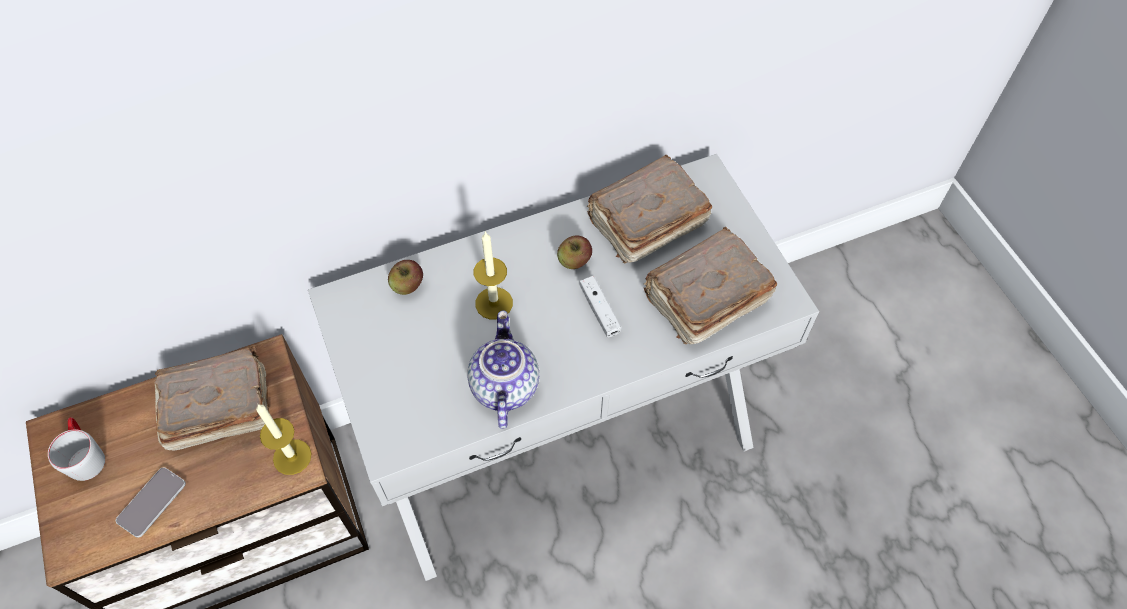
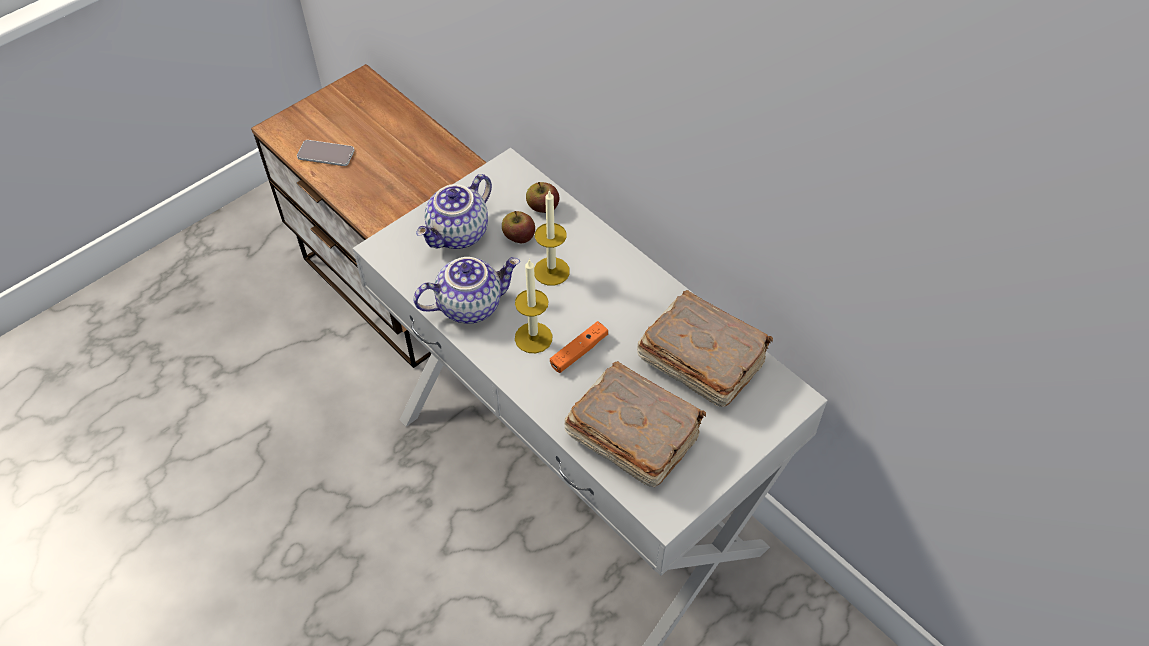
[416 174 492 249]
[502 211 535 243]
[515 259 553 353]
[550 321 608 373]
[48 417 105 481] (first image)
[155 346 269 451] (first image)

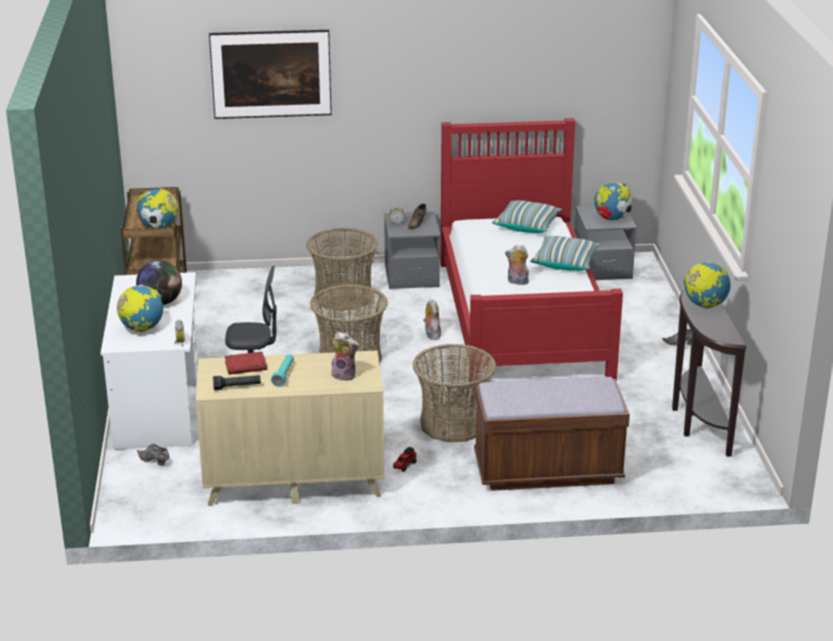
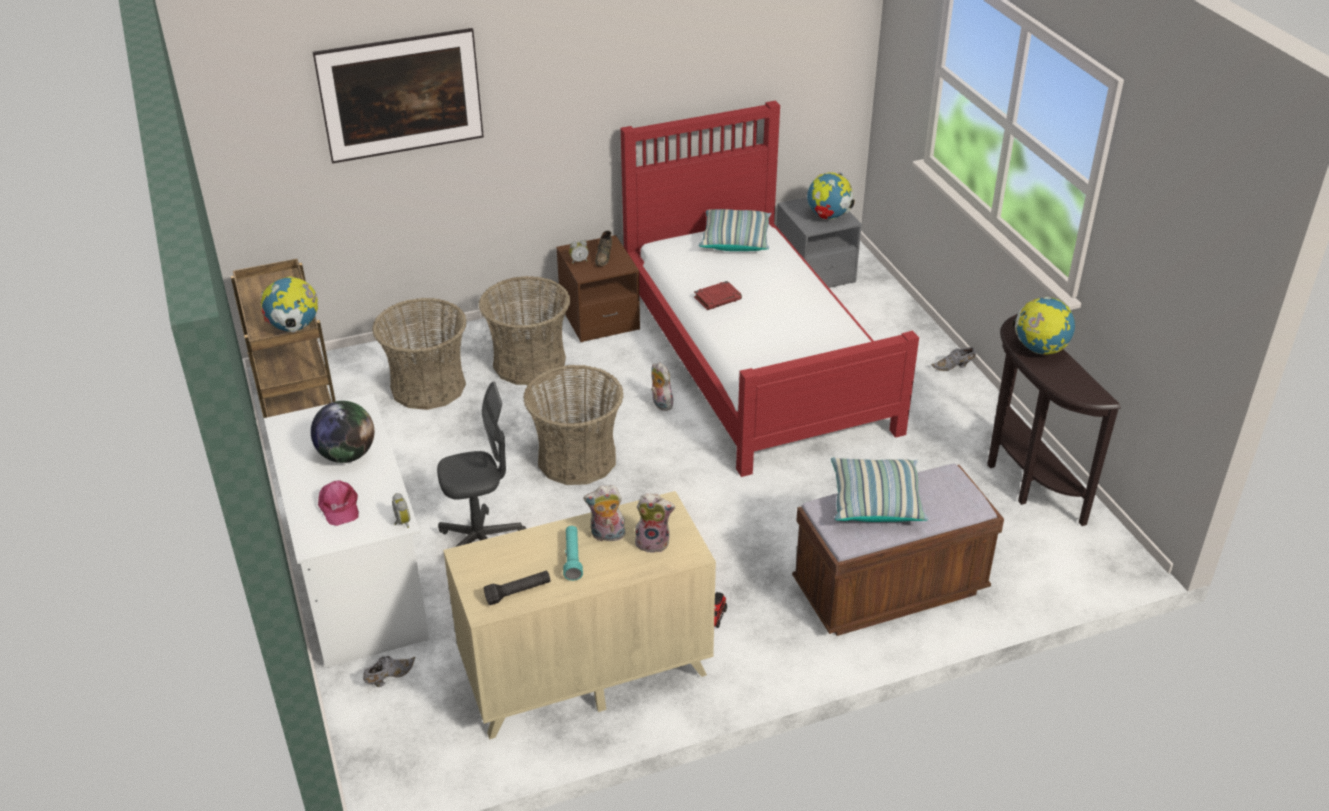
[318 480 359 526]
[363 656 415 687]
[372 298 467 410]
[556 235 640 342]
[583 485 626 542]
[694 281 742 310]
[831 458 928 522]

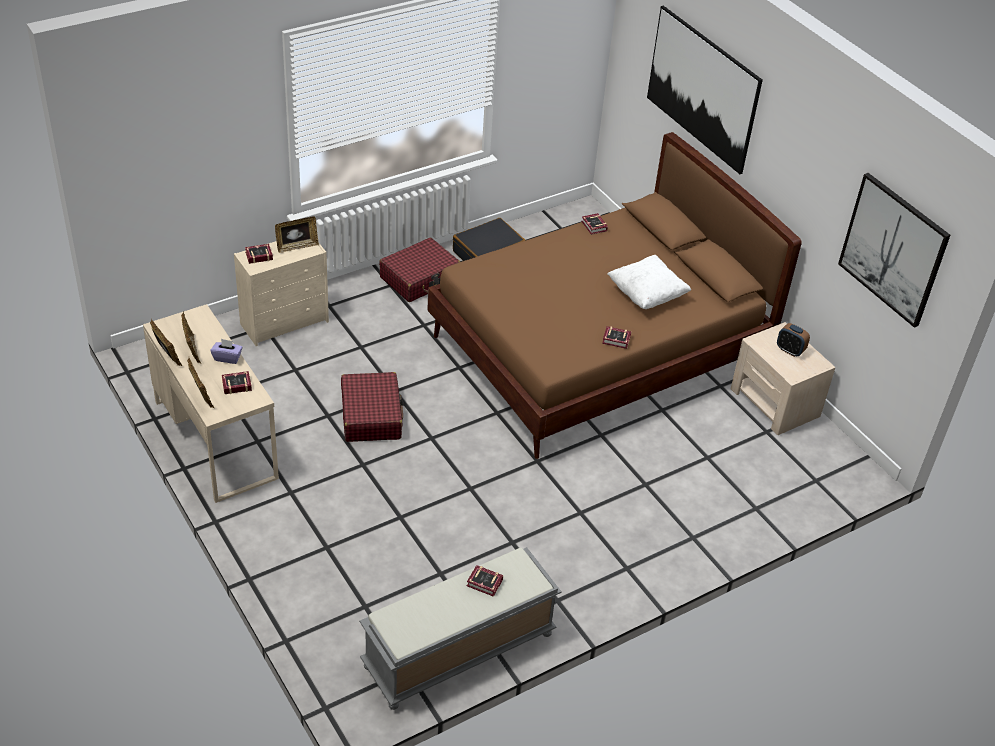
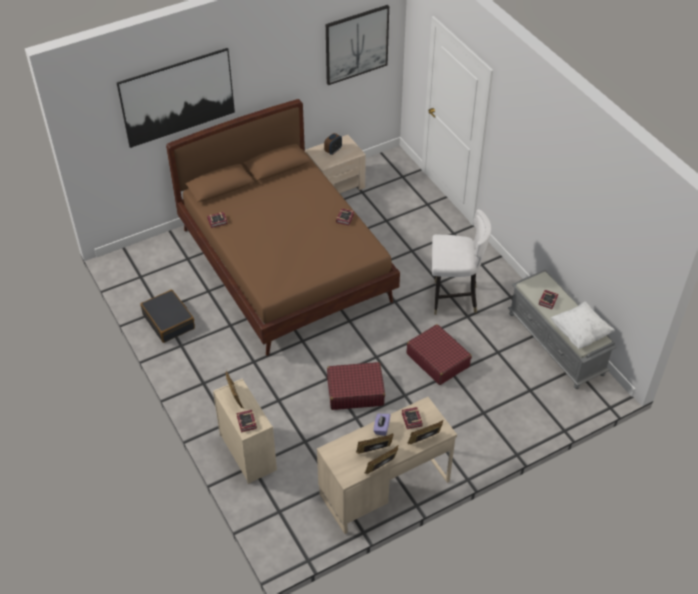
[407 324 472 385]
[432 209 491 315]
[550 301 615 349]

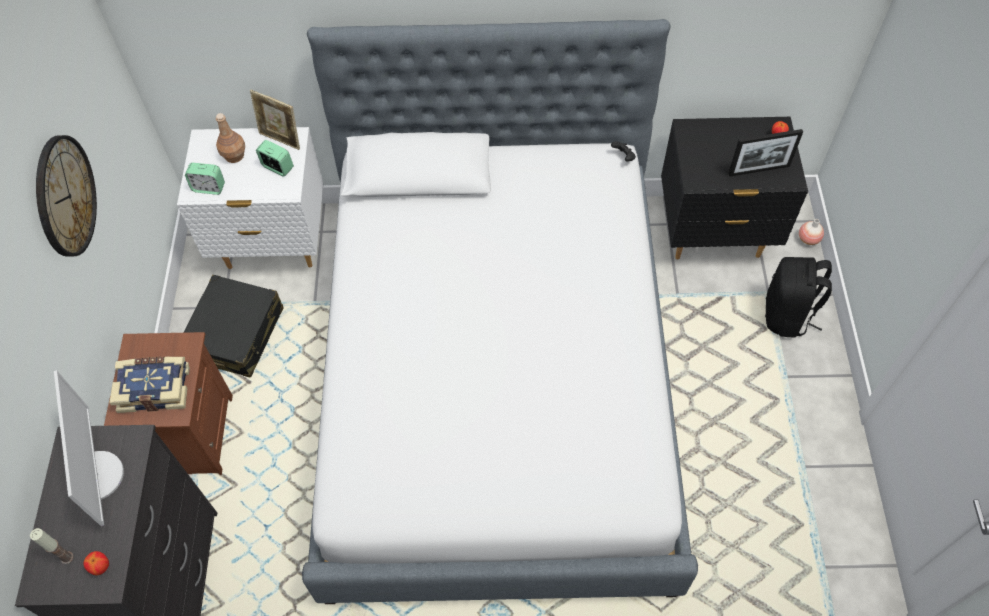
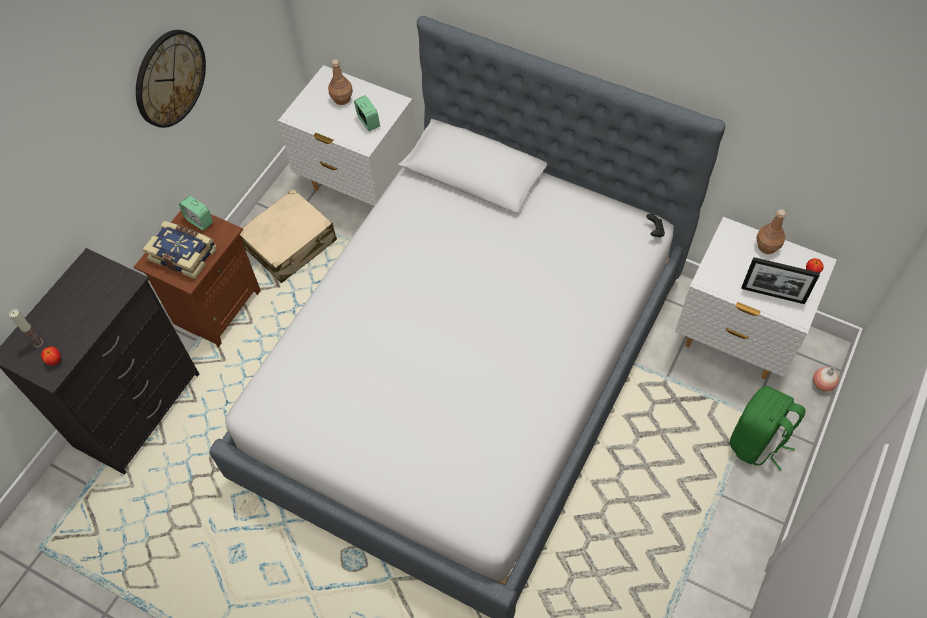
[179 195 213 231]
[240 189 337 283]
[675 217 836 379]
[730 386 806 470]
[757 209 786 254]
[54 370 124 526] (first image)
[250 90 300 150] (first image)

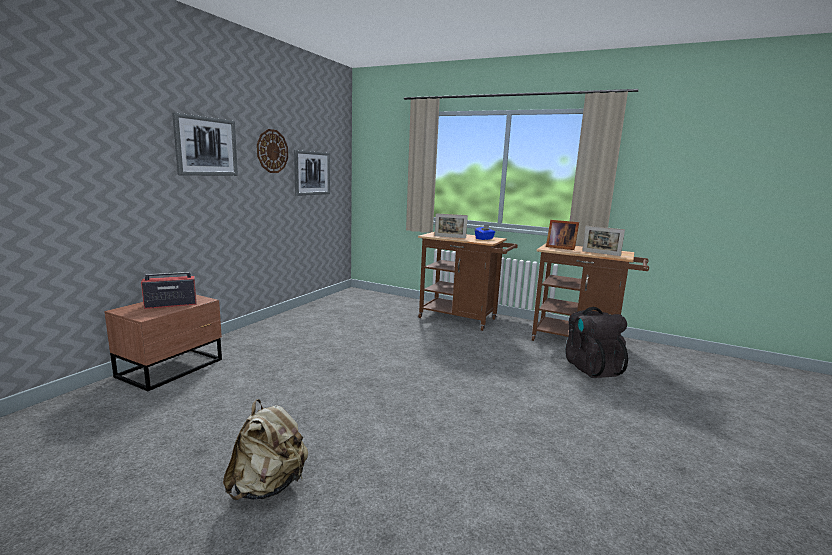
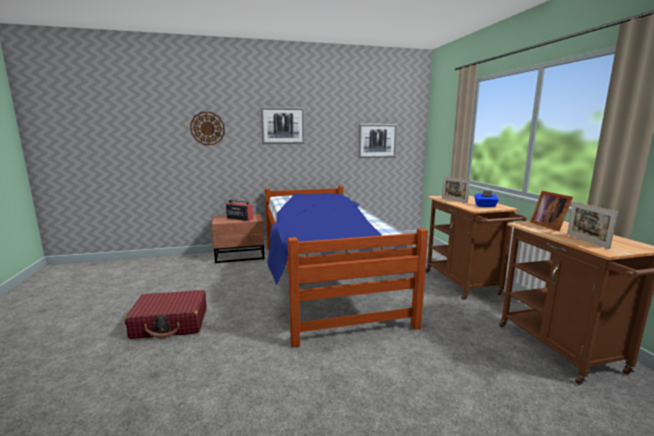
[125 290 207 339]
[190 112 225 145]
[265 186 428 348]
[565 307 628 378] (first image)

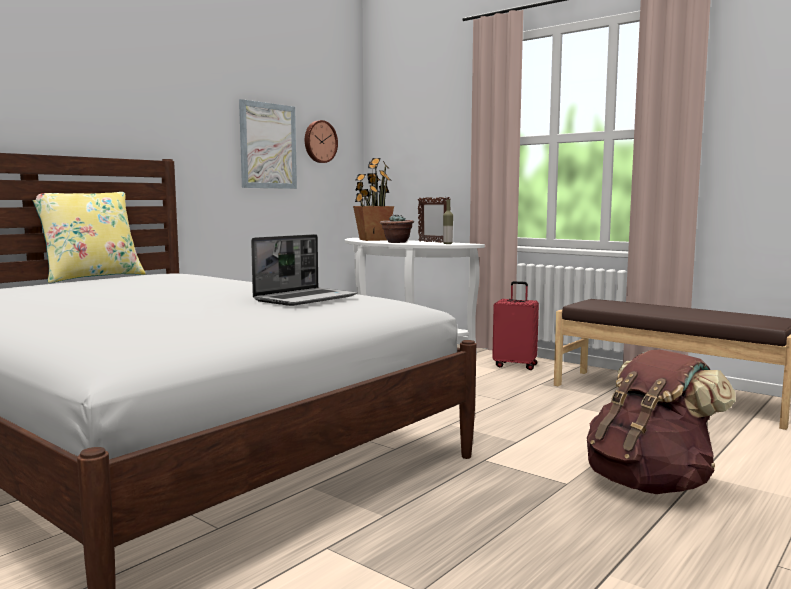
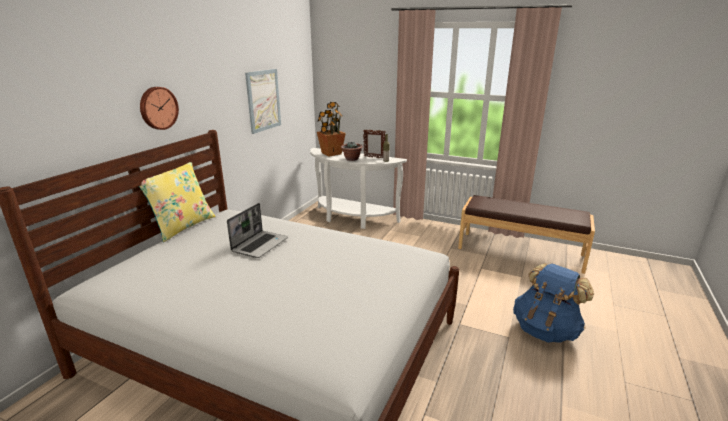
[140 87 179 130]
[227 203 288 258]
[513 263 594 343]
[492 281 539 370] (first image)

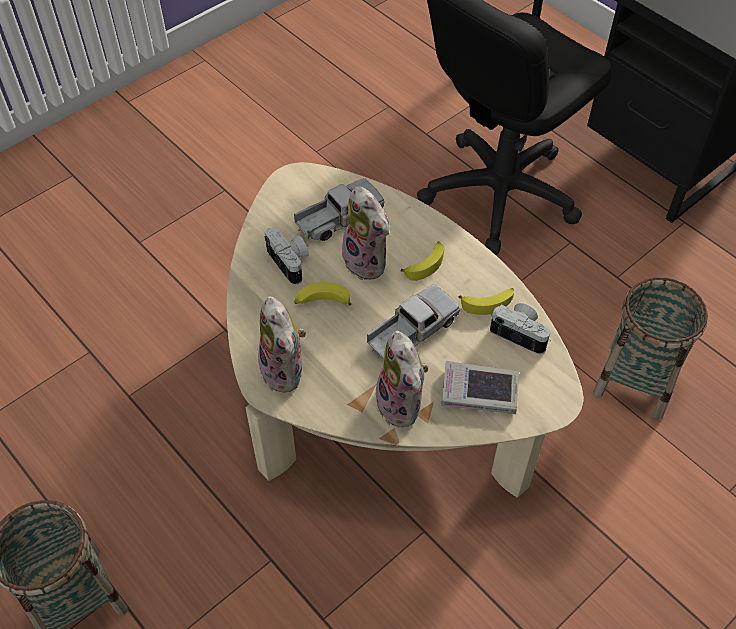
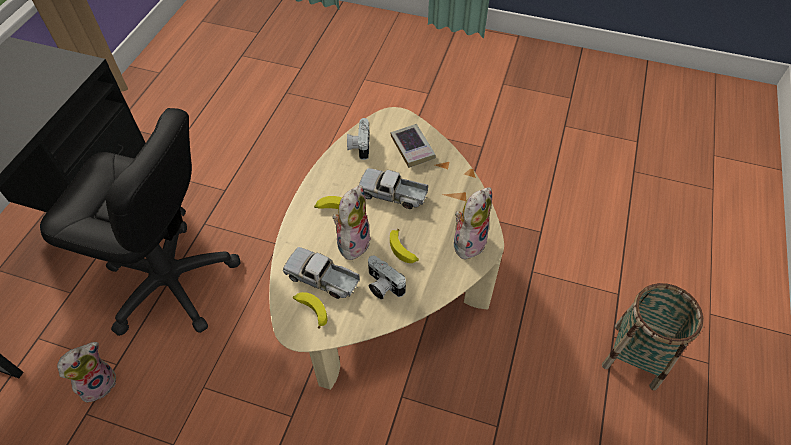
[57 342 116 402]
[293 292 327 329]
[368 256 406 299]
[593 277 708 420] (first image)

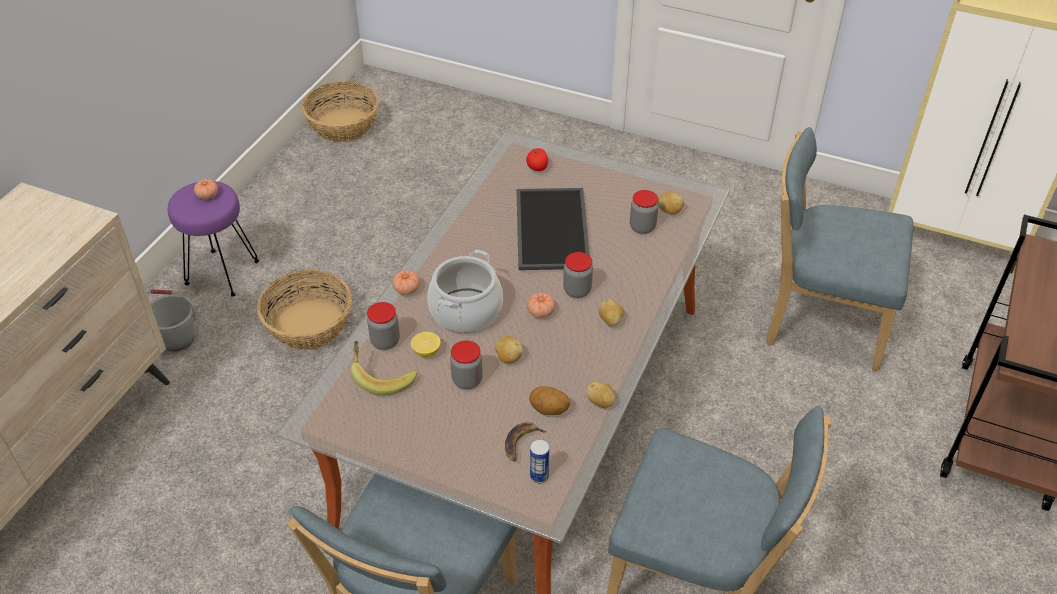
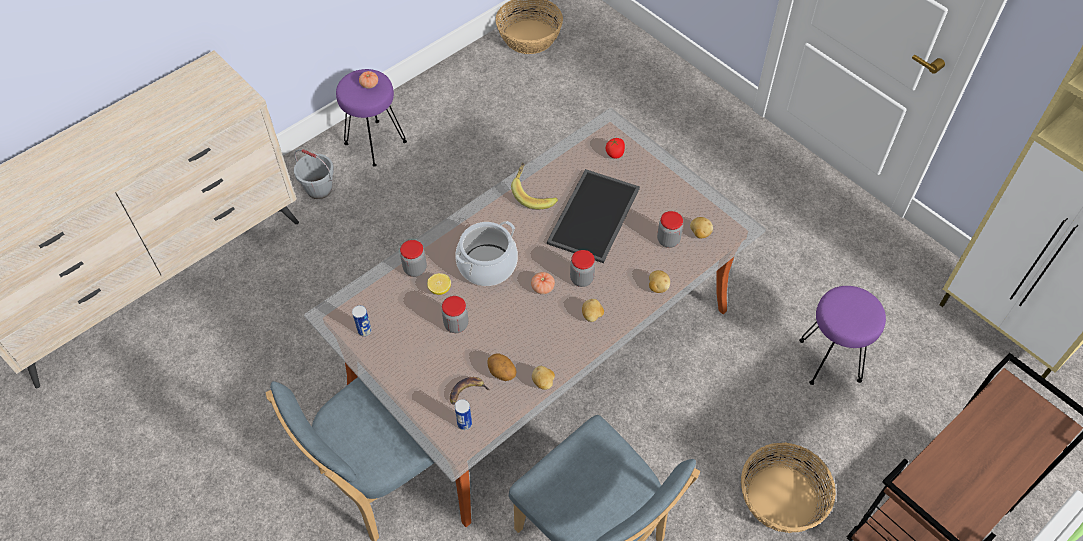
[352 305 372 336]
[511 163 558 209]
[649 270 670 293]
[741 442 836 533]
[799 286 886 385]
[392 270 420 295] (first image)

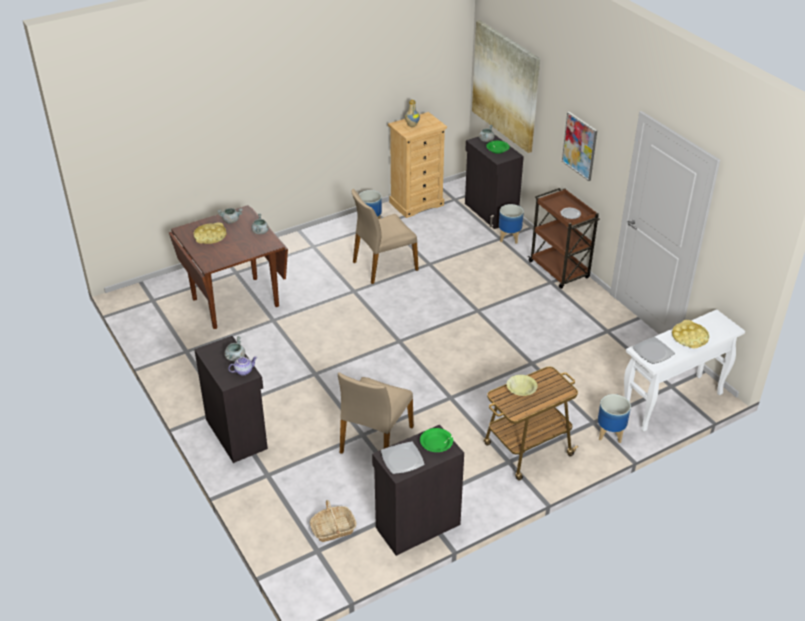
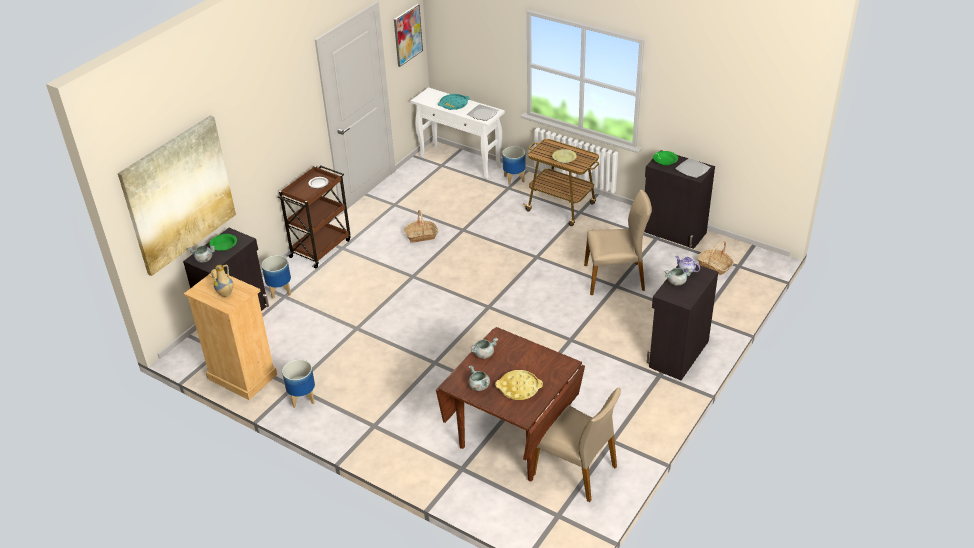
[394 4 423 67]
[404 210 438 243]
[438 94 470 110]
[533 387 621 502]

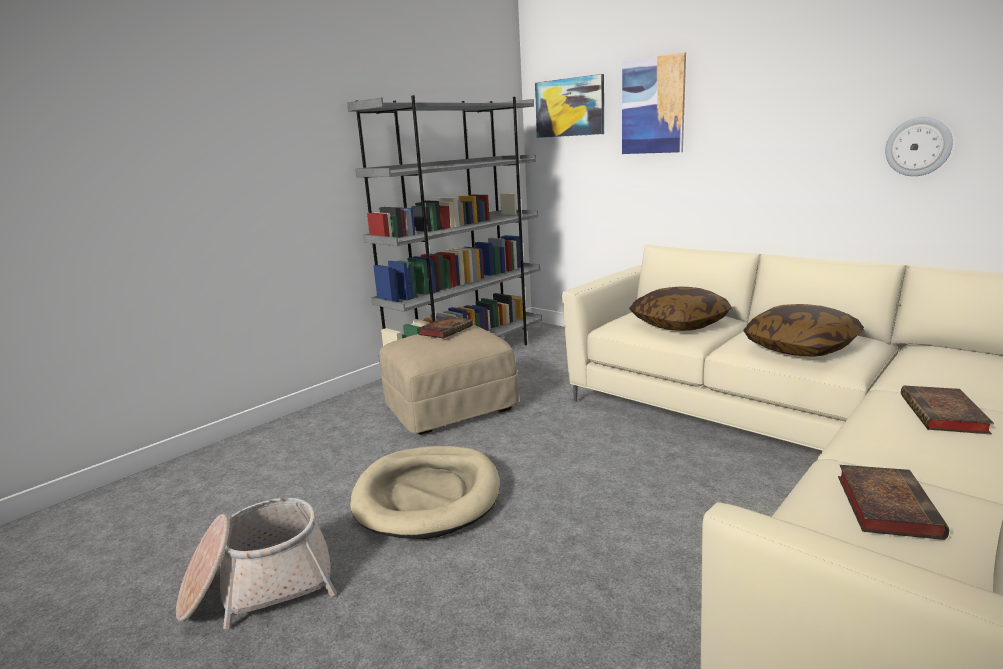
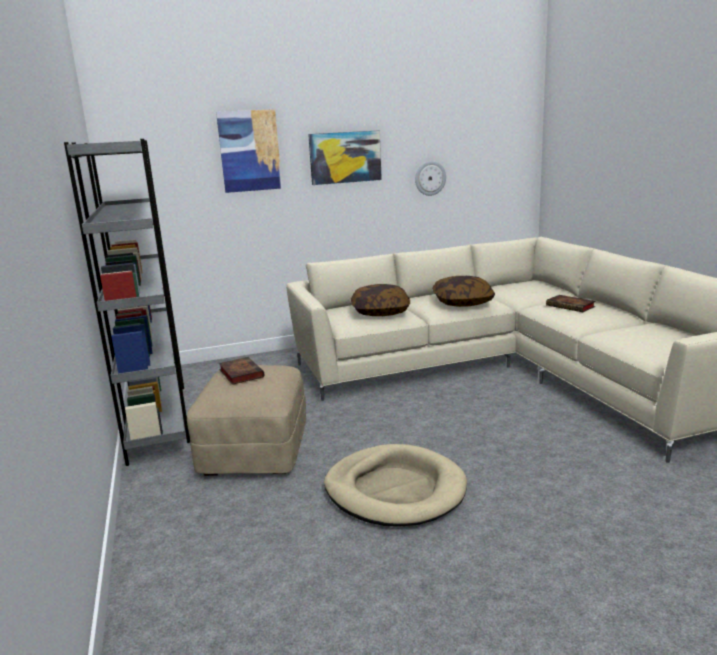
[308 130 382 185]
[176 498 337 629] (first image)
[838 465 949 540] (first image)

